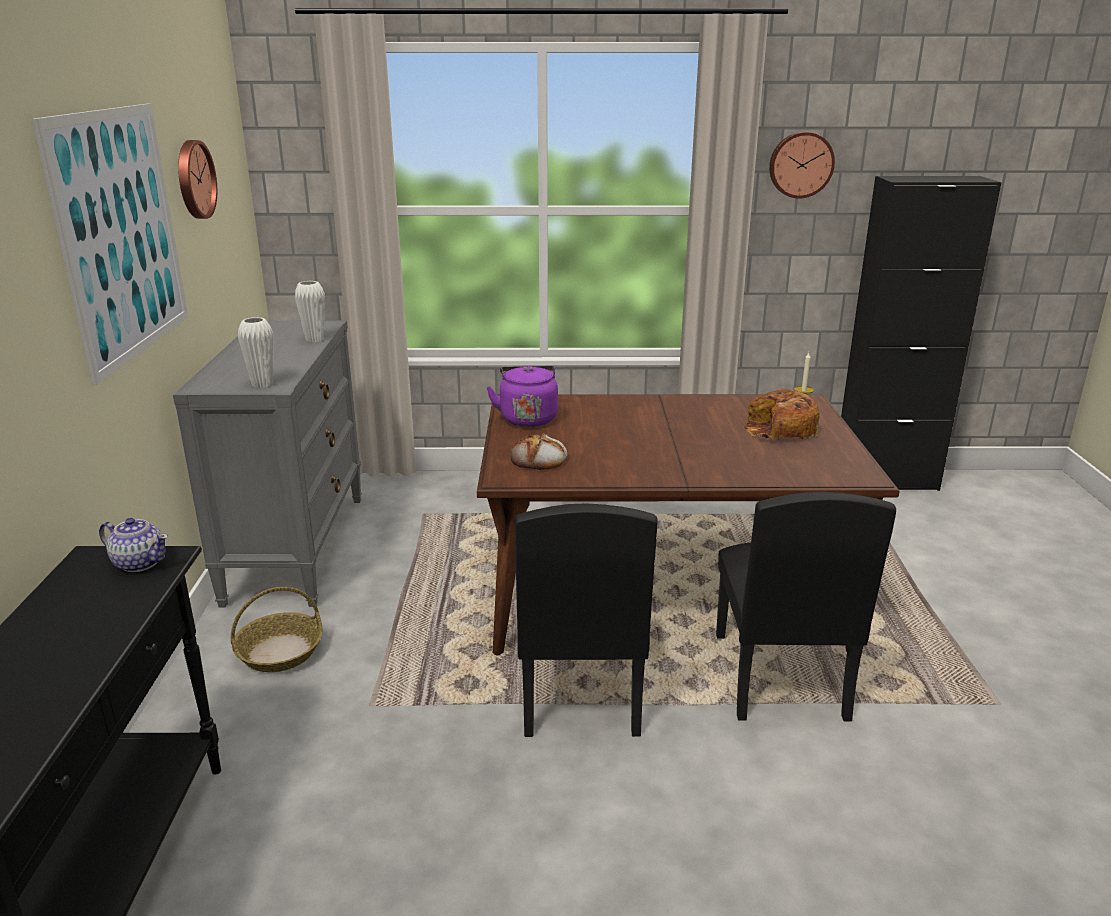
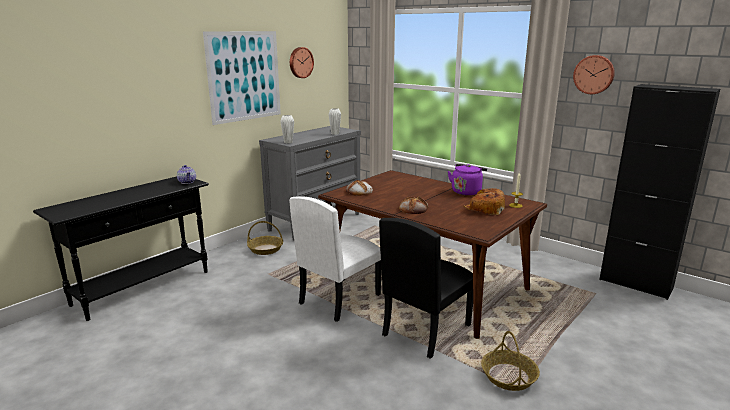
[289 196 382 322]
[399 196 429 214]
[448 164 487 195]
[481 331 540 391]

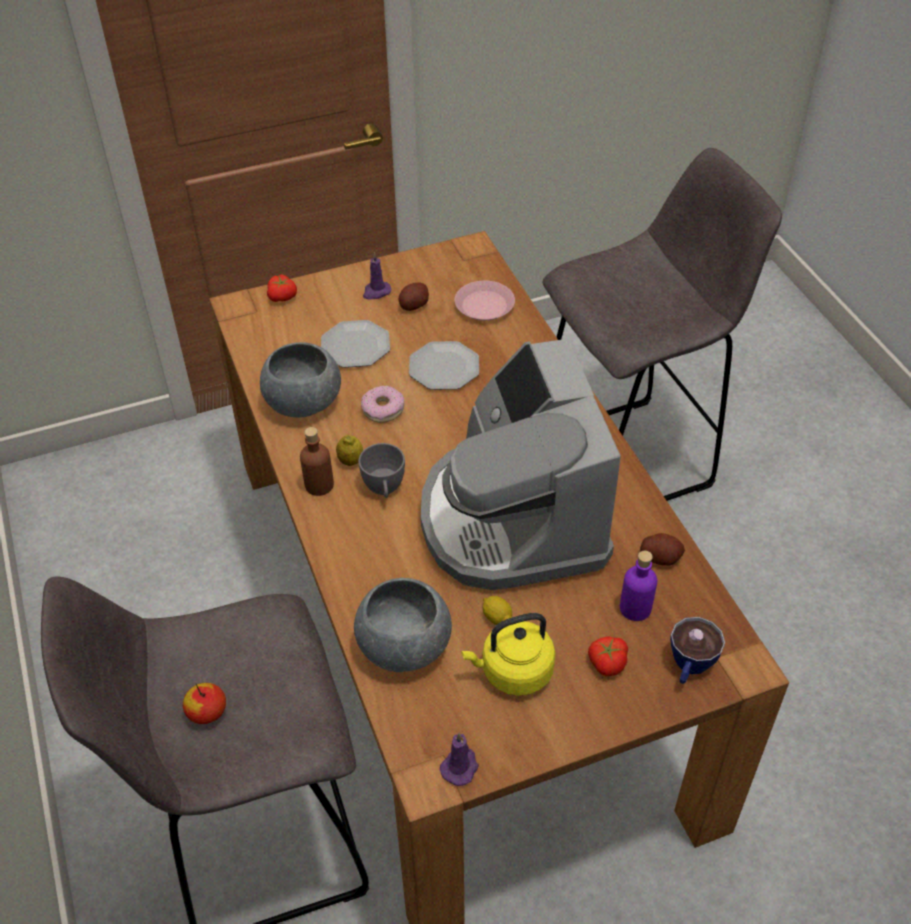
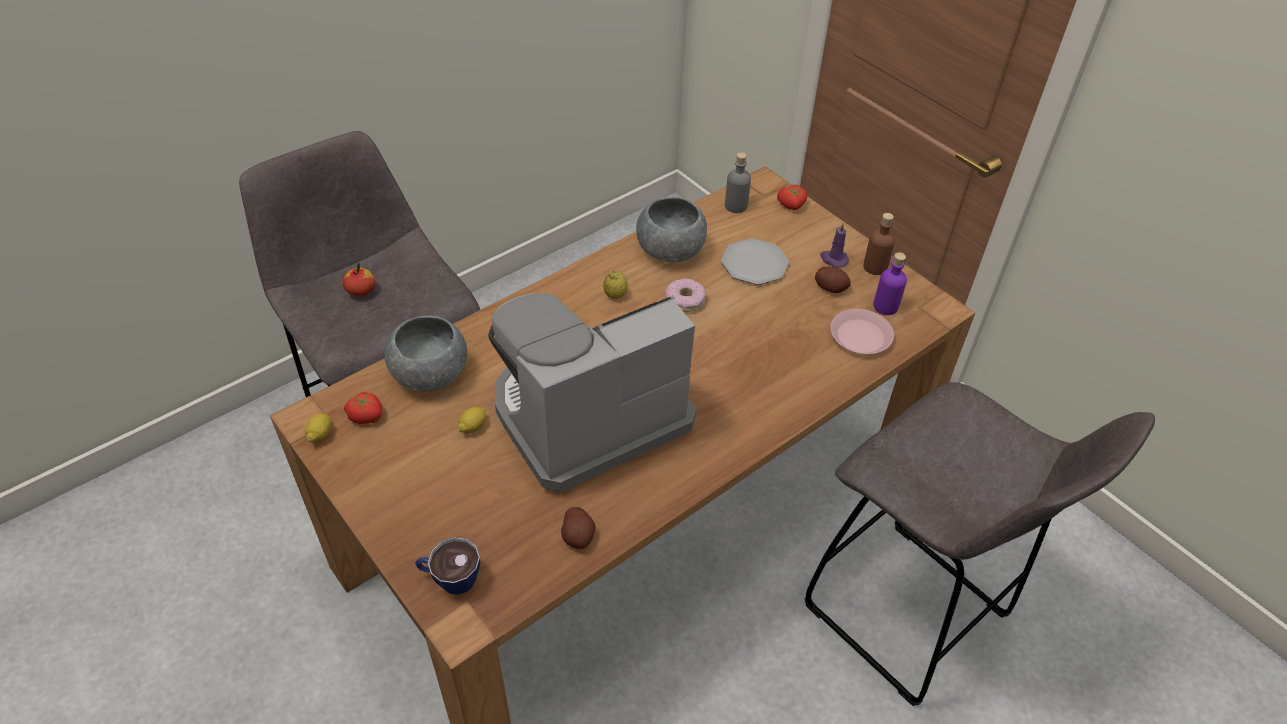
[305 414 332 442]
[344 392 382 424]
[725 152 751 213]
[863 213 895 275]
[873 252 907 315]
[358 443 405 498] (first image)
[409 341 479 390] (first image)
[461 613 555 696] (first image)

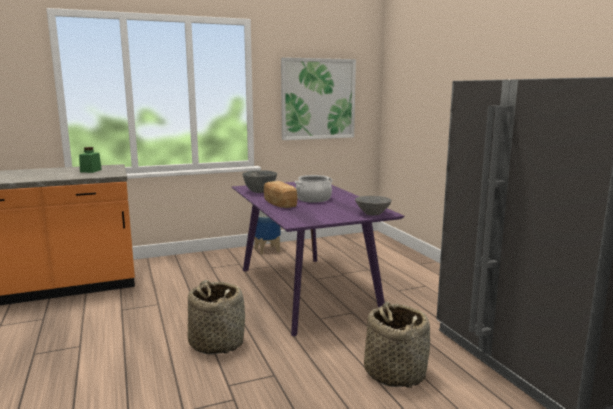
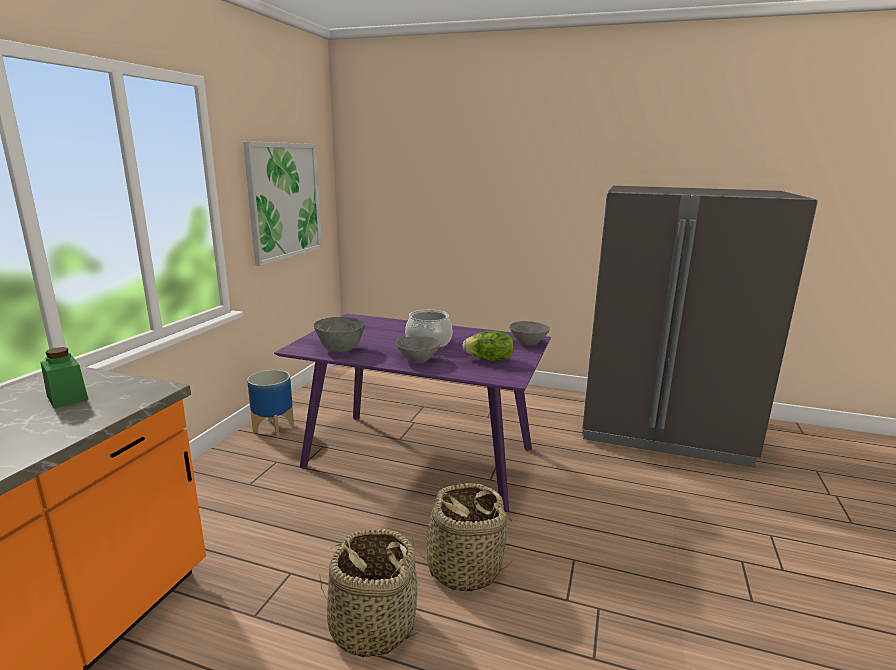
[319 529 423 658]
[396 336 441 363]
[462 331 514 361]

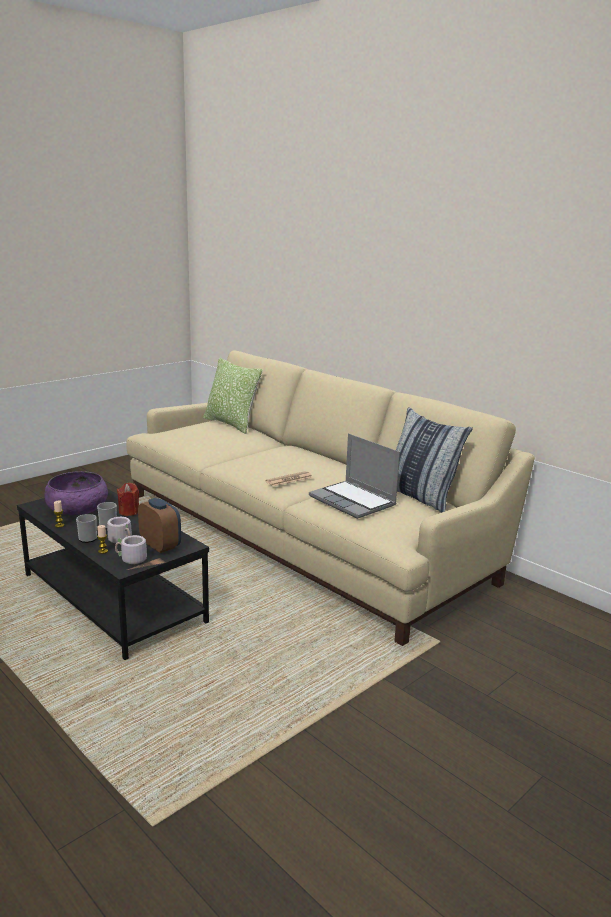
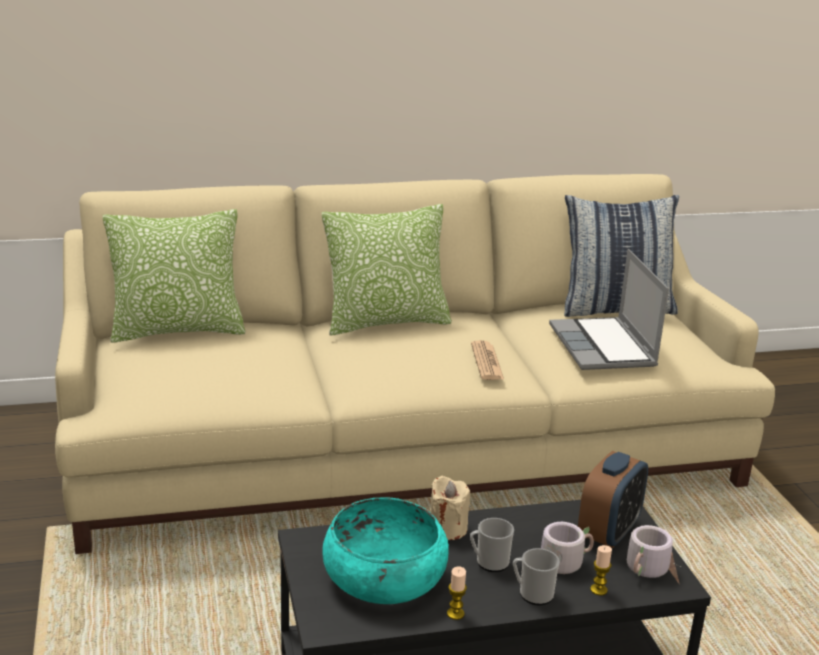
[322 204 452 336]
[322 497 449 604]
[430 476 470 540]
[549 249 669 370]
[578 451 648 548]

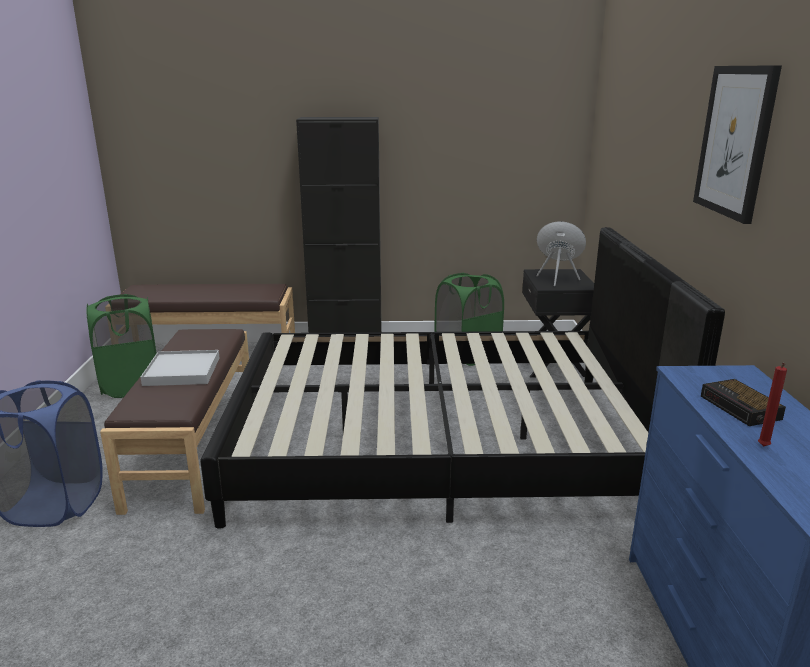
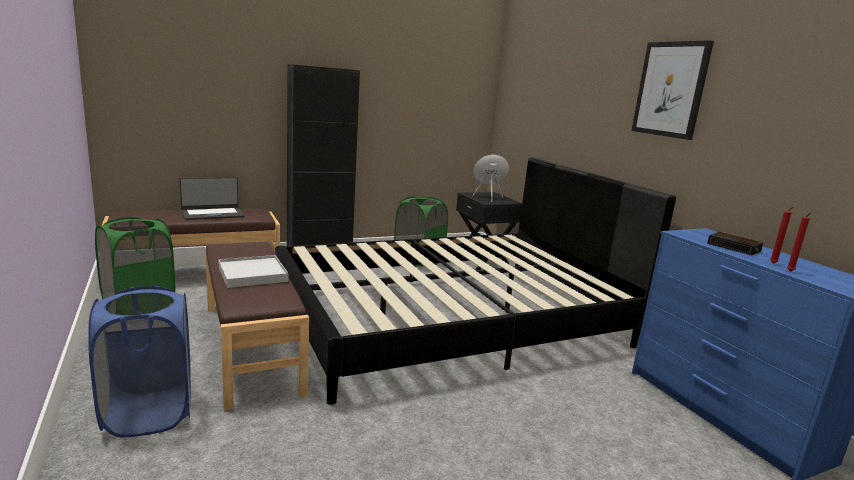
[180 177 244 220]
[787 213 810 271]

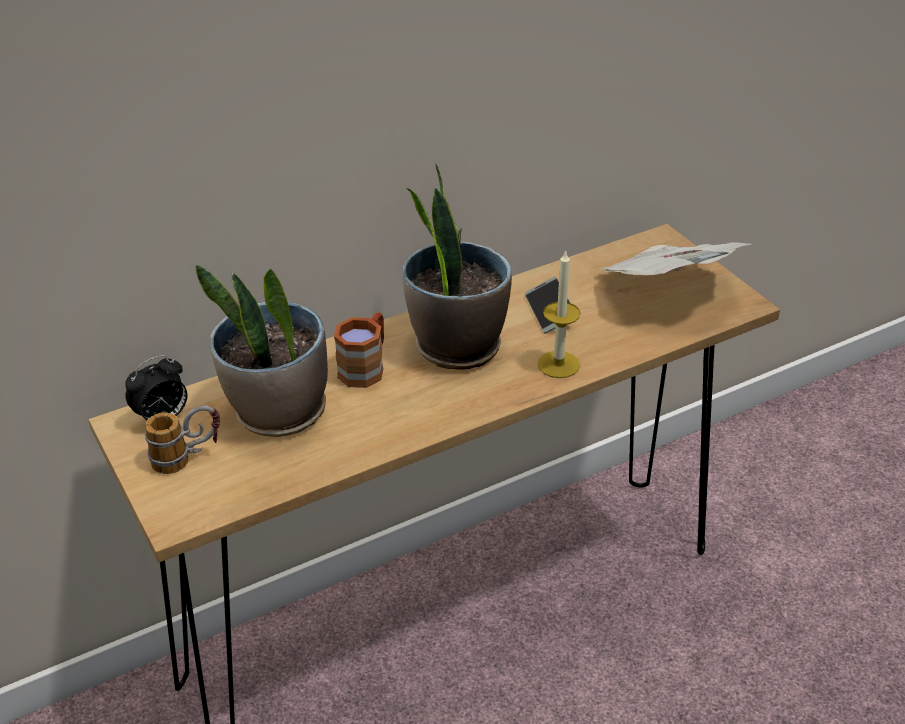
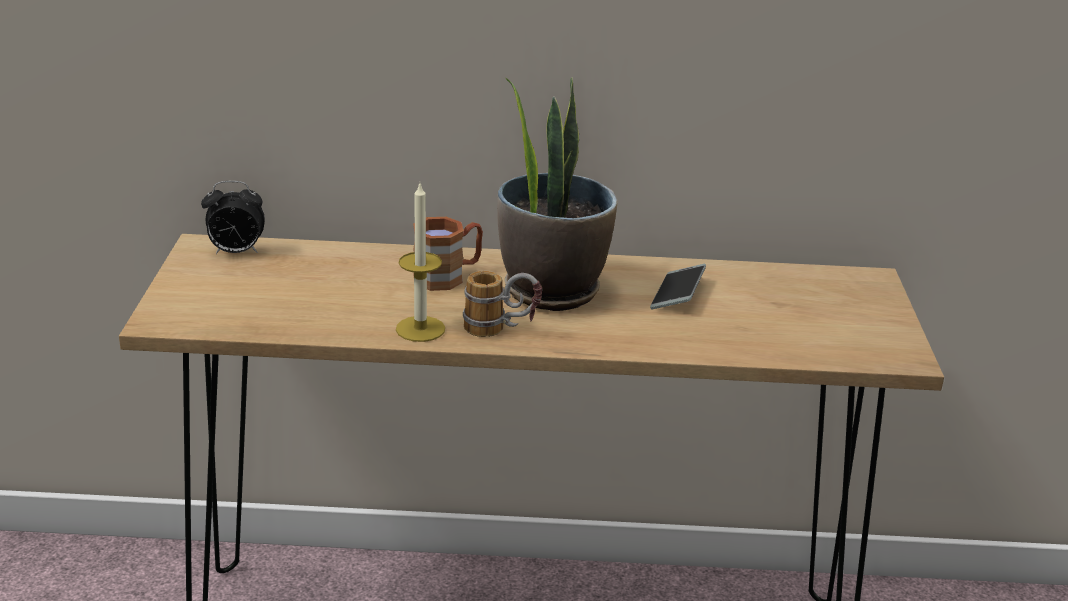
[396 184 445 342]
[463 271 542 337]
[195 264 328 437] (first image)
[600 243 751 275] (first image)

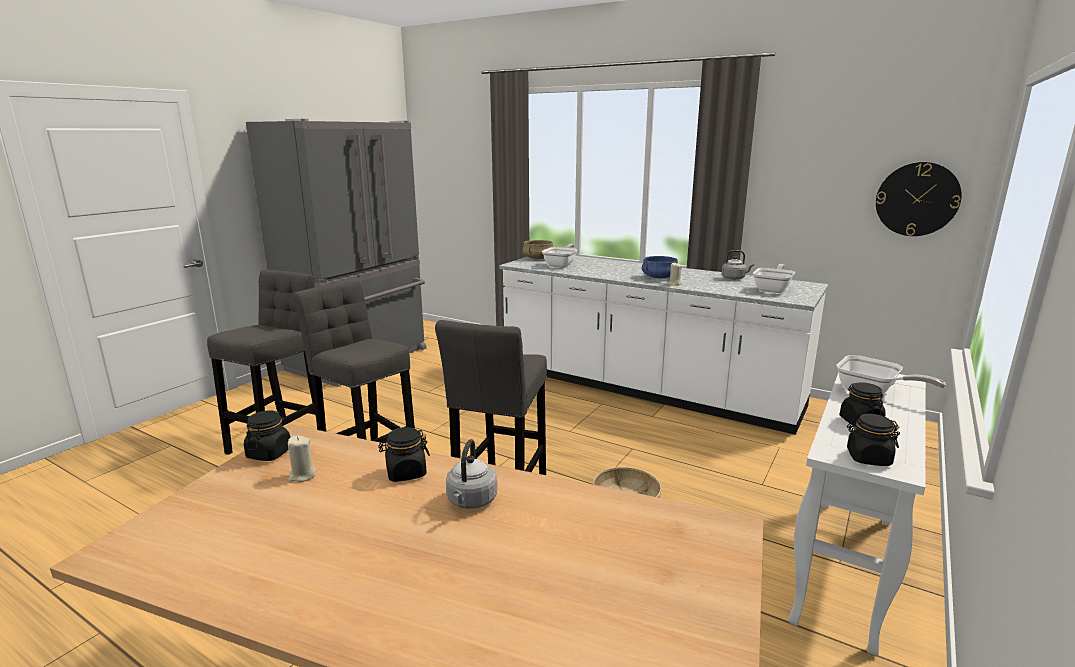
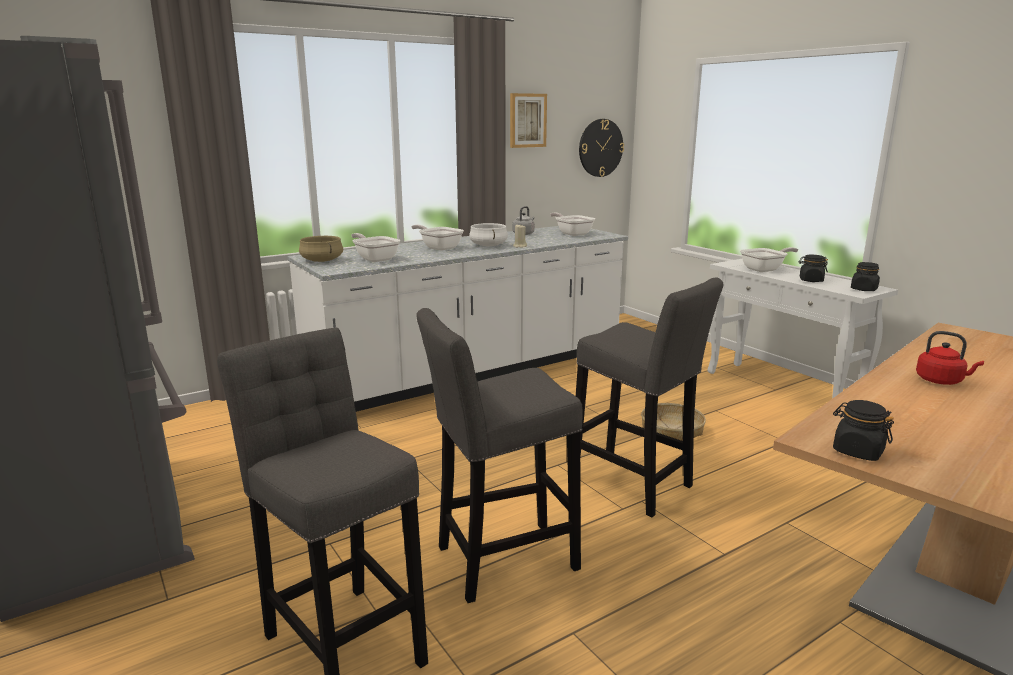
[411 225 464 251]
[469 223 508 246]
[510 93 547 148]
[916 331 984 385]
[288 436 316 482] (first image)
[378 427 430 482] (first image)

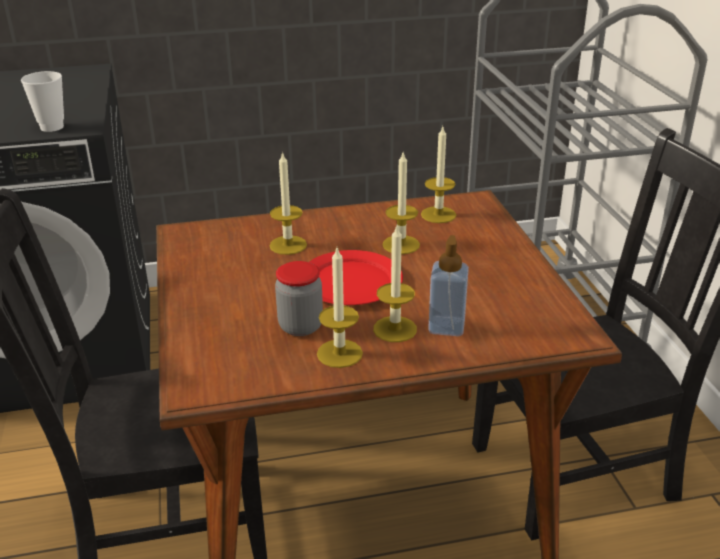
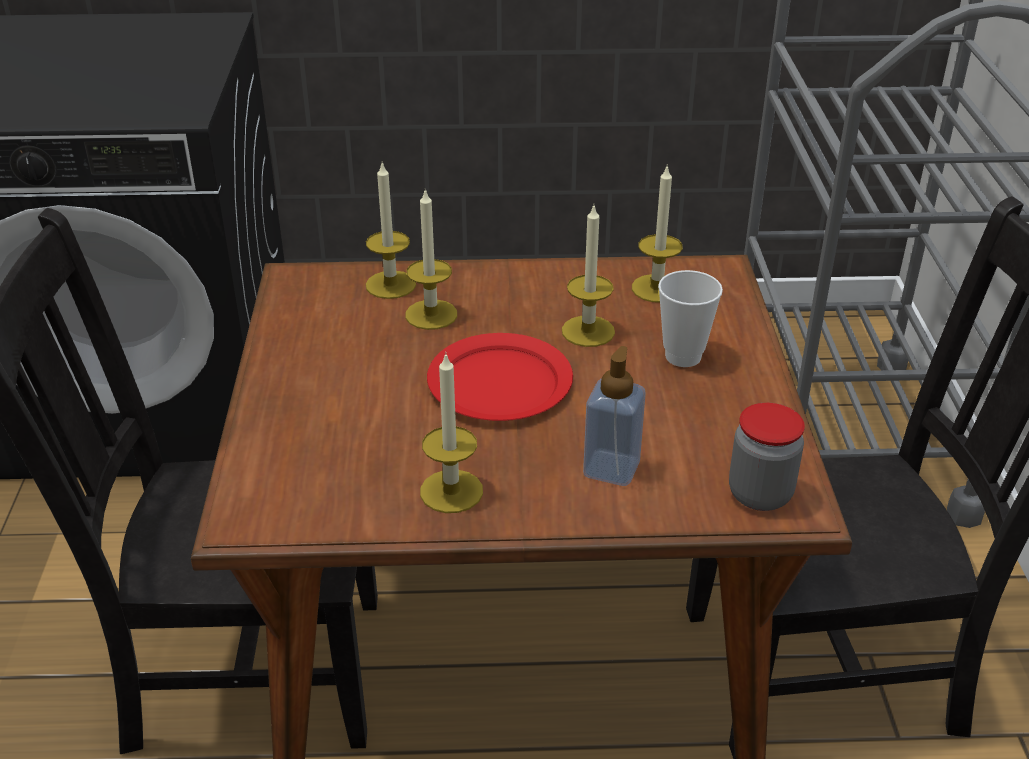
[366 163 416 299]
[658 270 723 367]
[729 403 805 511]

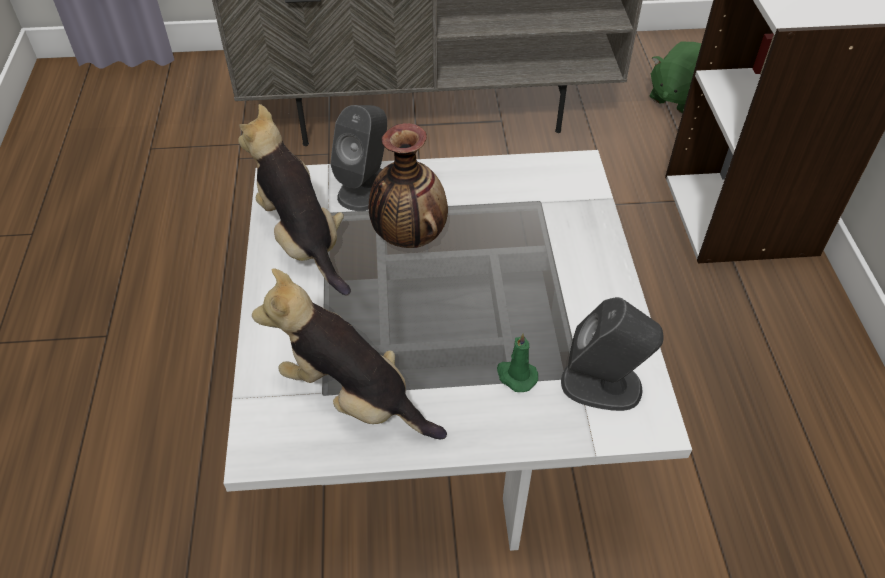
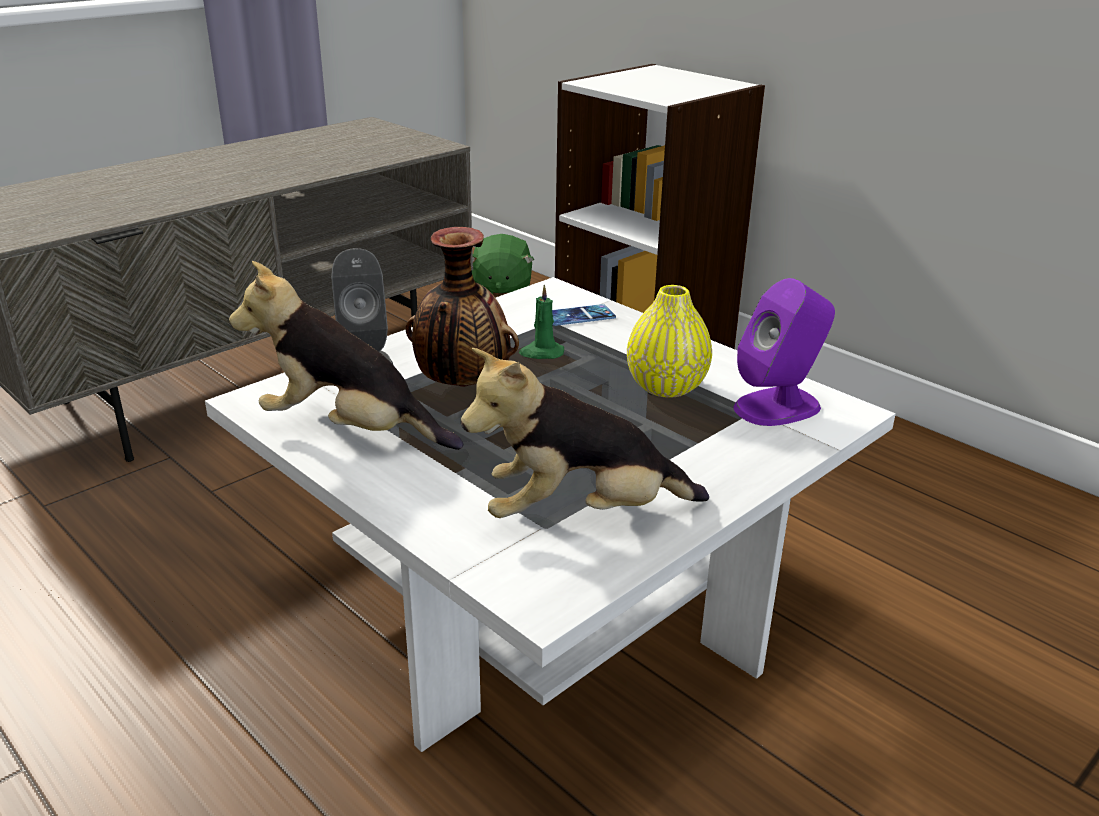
[519 285 564 359]
[552 304 616 326]
[627 285 712 398]
[733 278 835 426]

